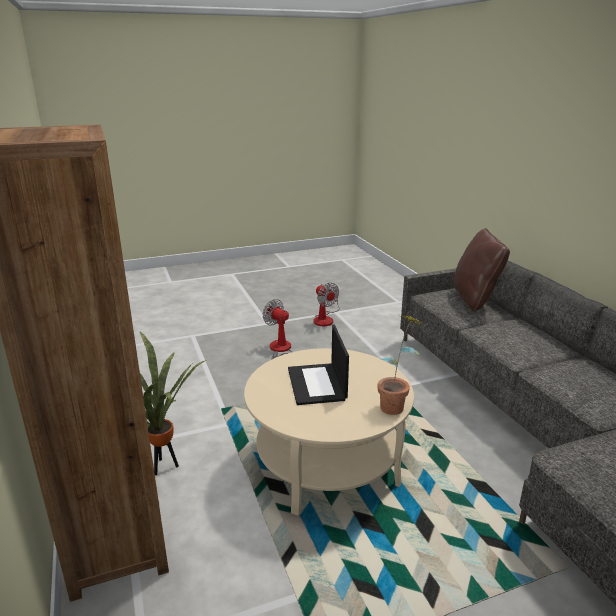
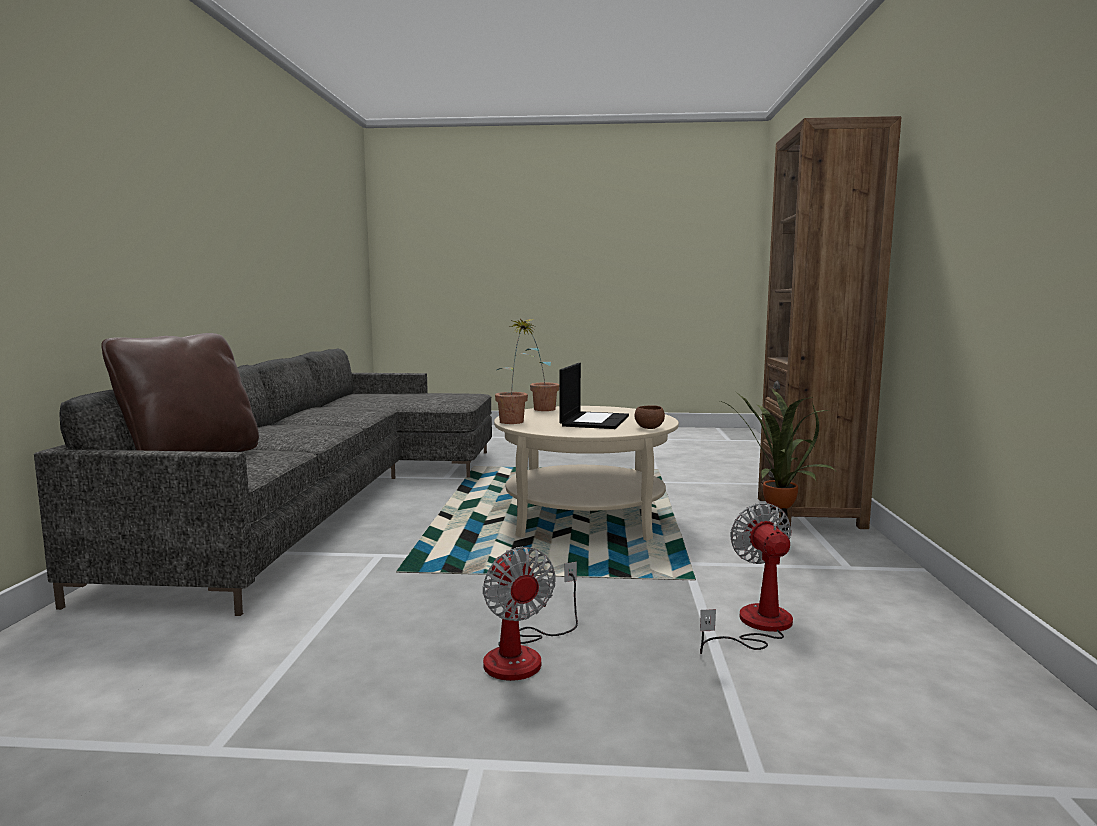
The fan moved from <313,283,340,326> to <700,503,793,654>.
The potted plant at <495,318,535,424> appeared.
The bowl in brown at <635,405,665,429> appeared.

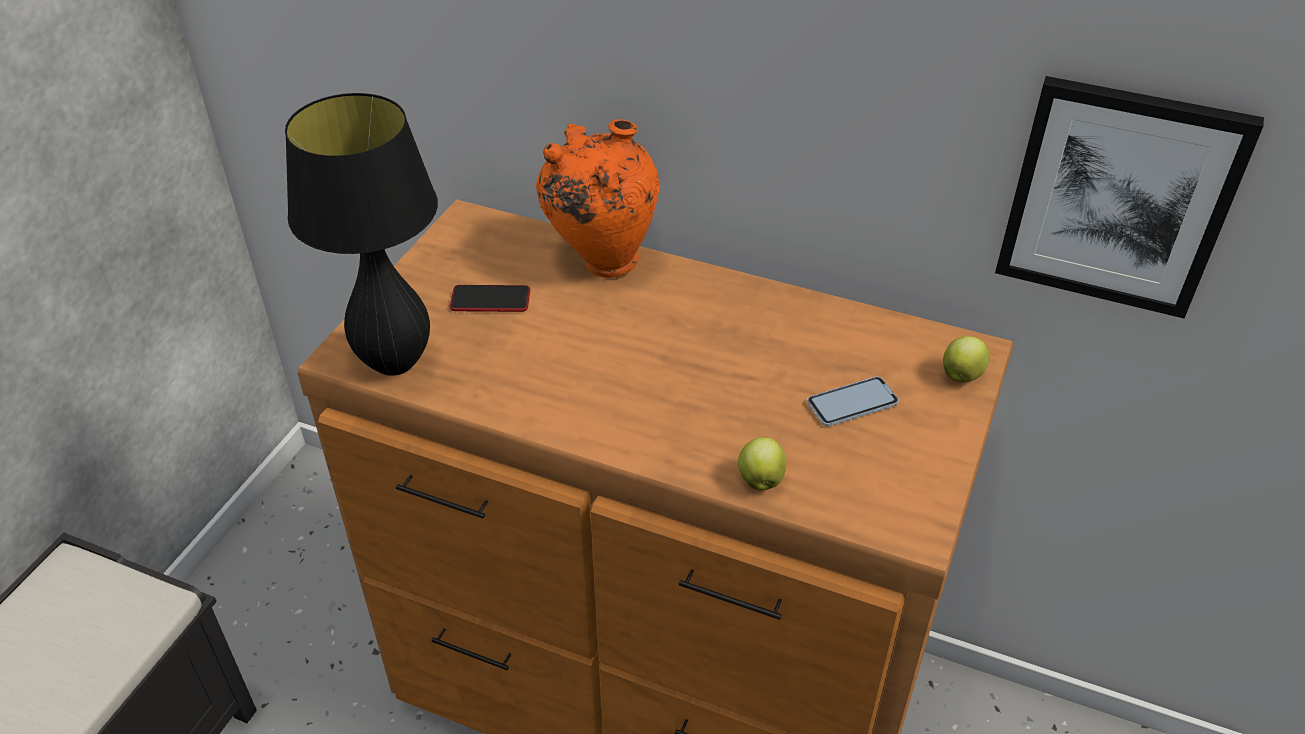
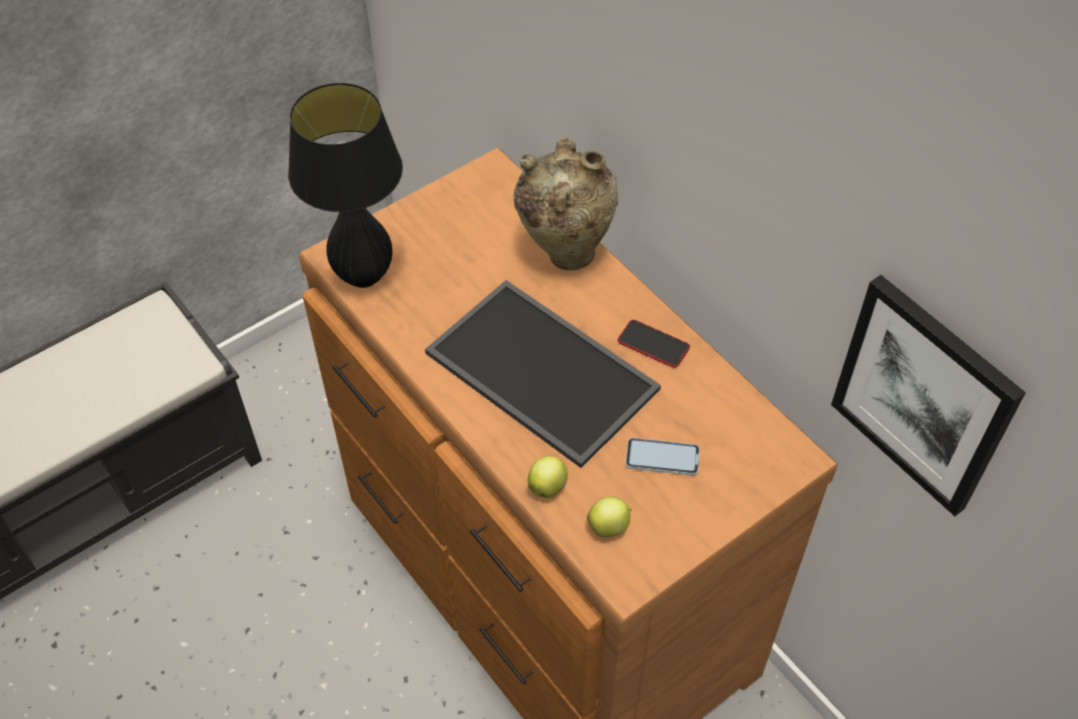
The vase in orange at <536,119,660,278> became the vase in beige at <514,138,618,271>.
The phone moved from <450,285,530,312> to <618,320,690,368>.
The apple moved from <943,336,989,382> to <587,496,632,537>.
The tray at <425,280,661,468> appeared.

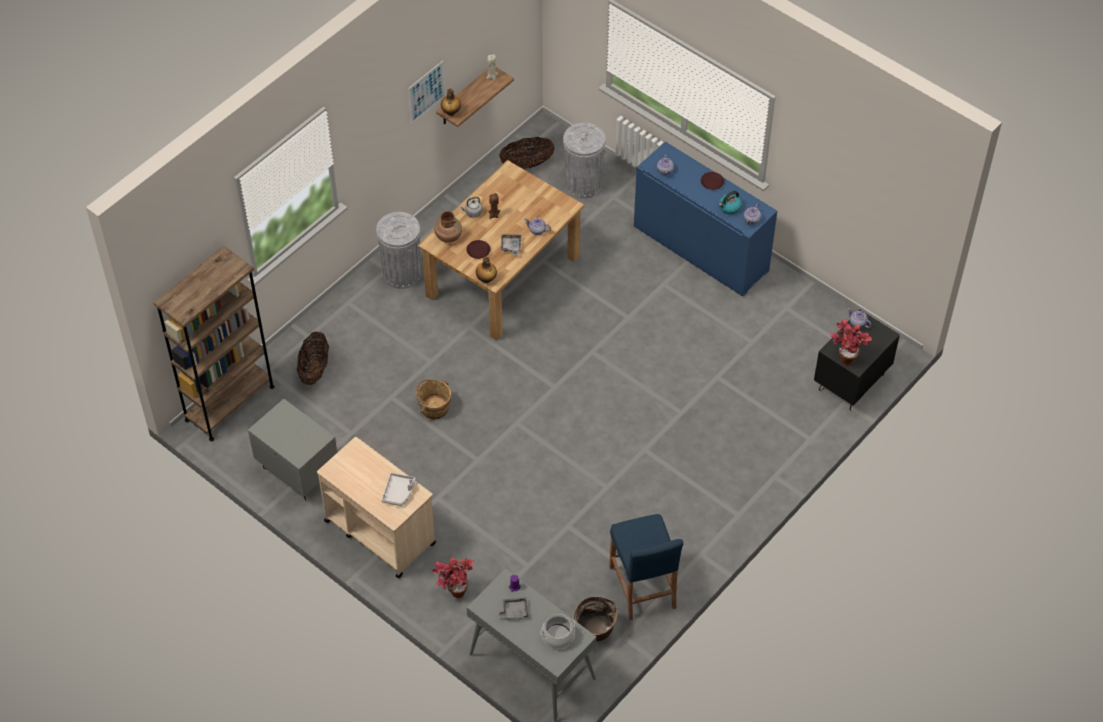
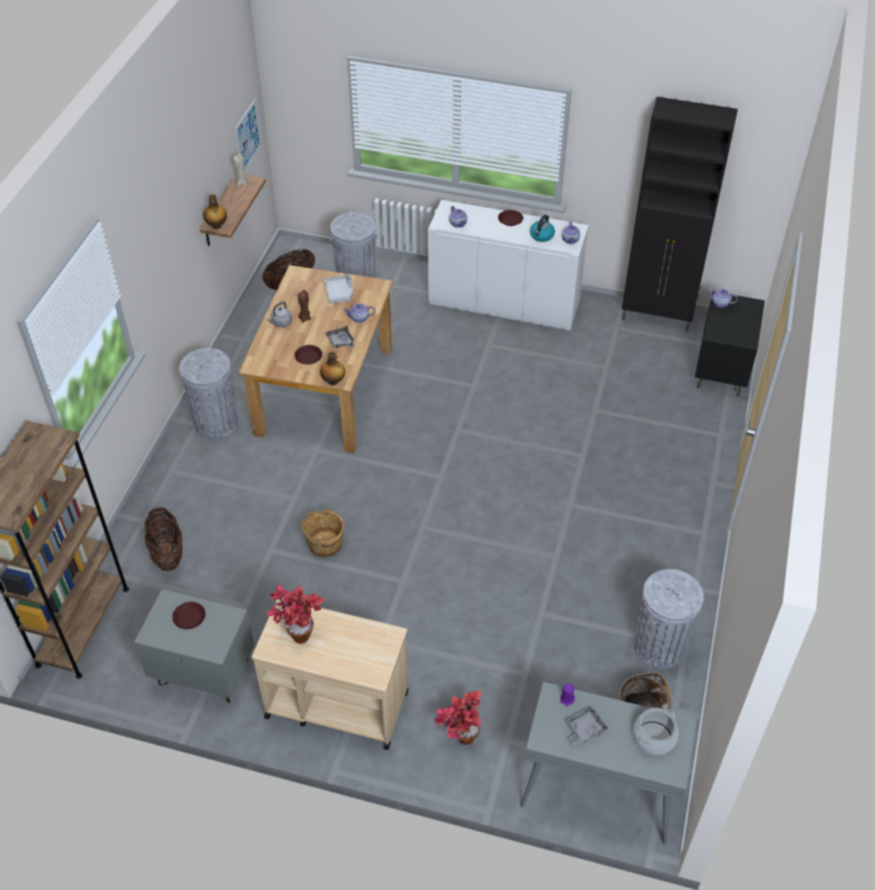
The picture moved from <408,61,446,124> to <235,99,262,171>.
The cabinet in blue at <634,141,777,296> became the cabinet in white at <428,200,589,331>.
The vase in brown at <434,211,462,243> disappeared.
The potted plant moved from <830,319,872,366> to <267,584,324,644>.
The tray in grey moved from <382,473,415,506> to <324,274,353,303>.
The stool in blue at <609,514,683,620> was replaced by the trash can in grey at <634,569,704,669>.
The cabinet in black at <622,97,738,332> appeared.
The plate in brown at <172,602,205,629> appeared.

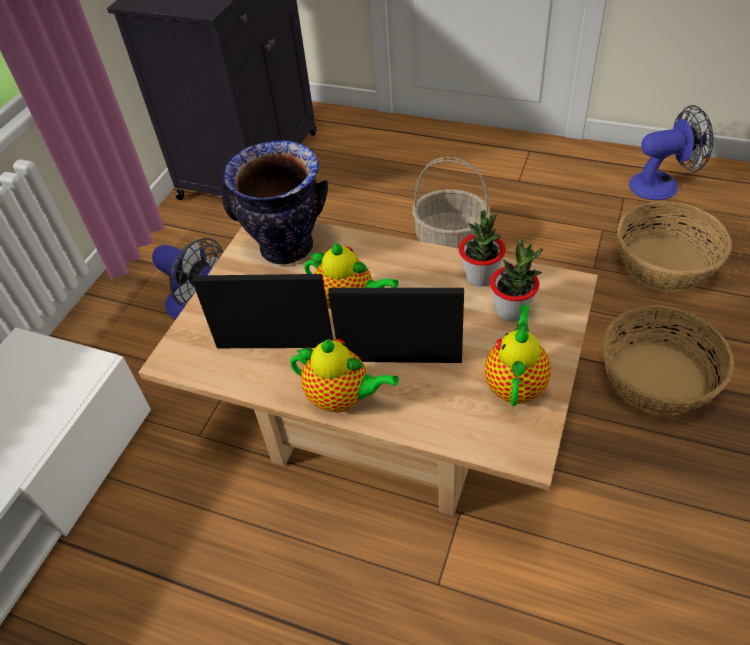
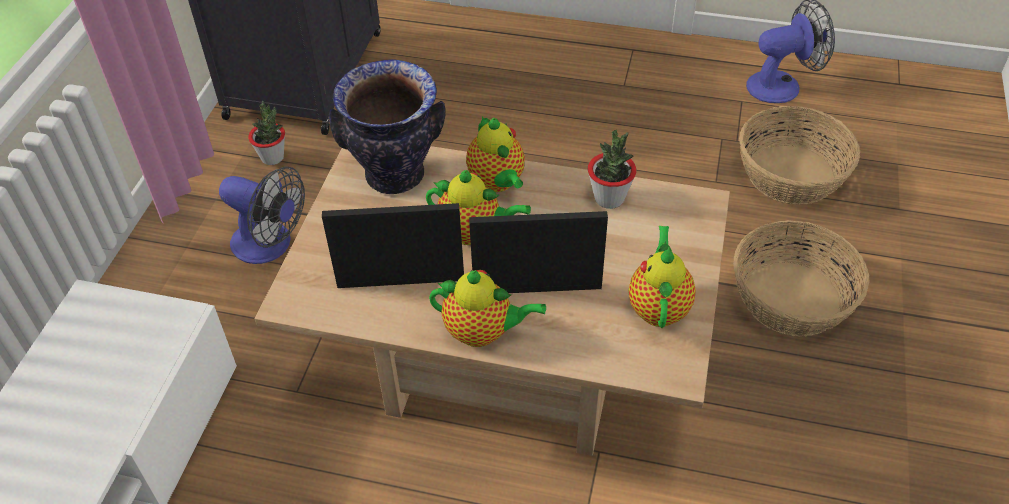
The basket at <412,157,490,249> disappeared.
The potted plant moved from <490,238,543,321> to <248,101,285,165>.
The teapot at <466,116,525,192> appeared.

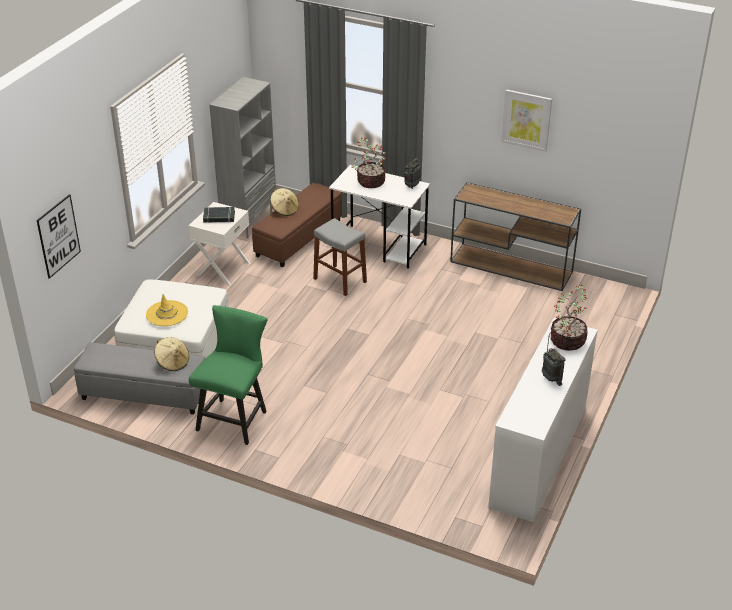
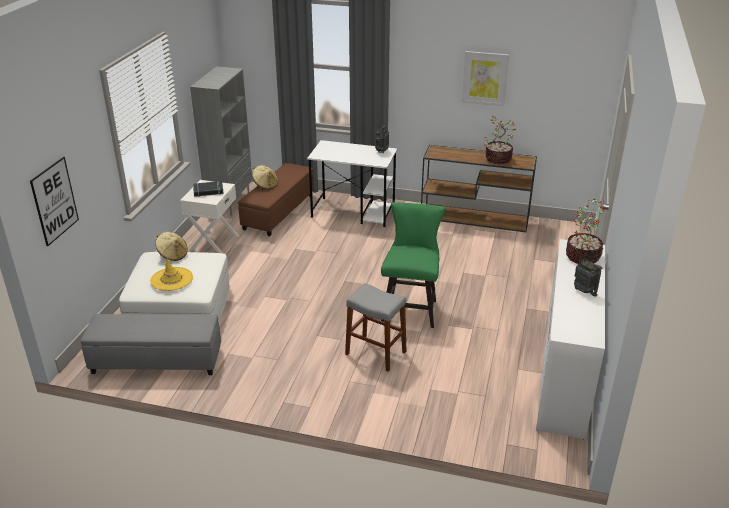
The potted plant moved from <352,137,387,188> to <484,116,516,164>.
The stool in grey moved from <313,218,367,296> to <345,283,406,372>.
The chair in green moved from <189,305,268,445> to <381,202,446,328>.
The hat in beige moved from <154,337,189,371> to <155,232,188,261>.

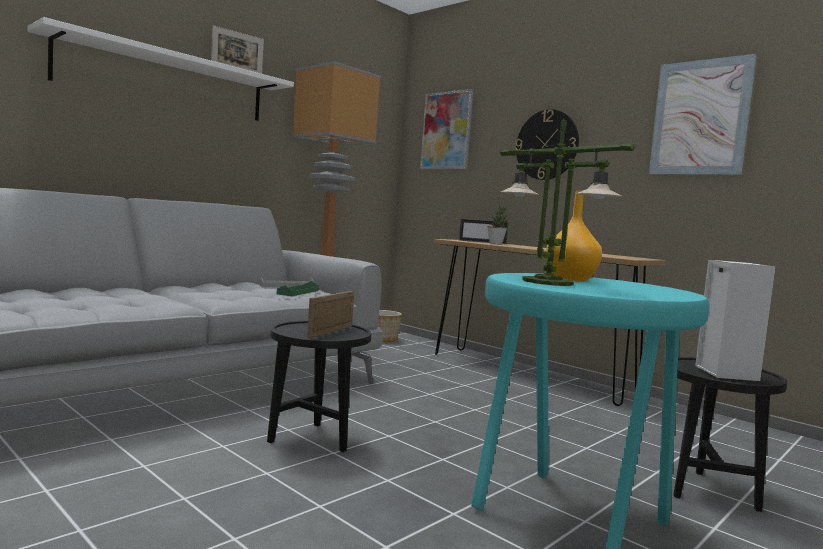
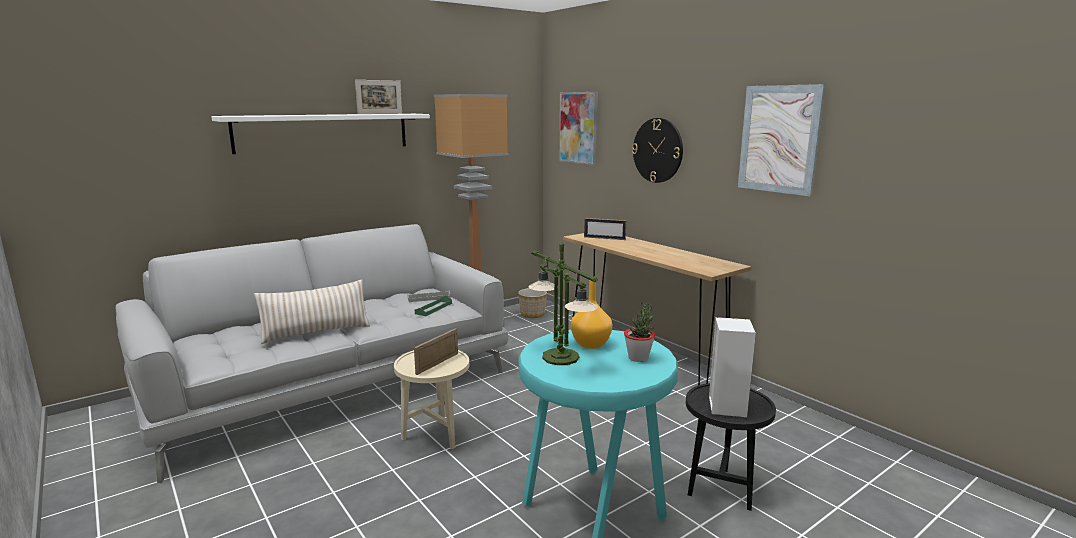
The potted plant moved from <487,206,507,245> to <624,302,655,362>.
The side table in black at <267,321,371,452> became the side table in beige at <394,350,469,449>.
The pillow in beige at <254,279,370,344> appeared.

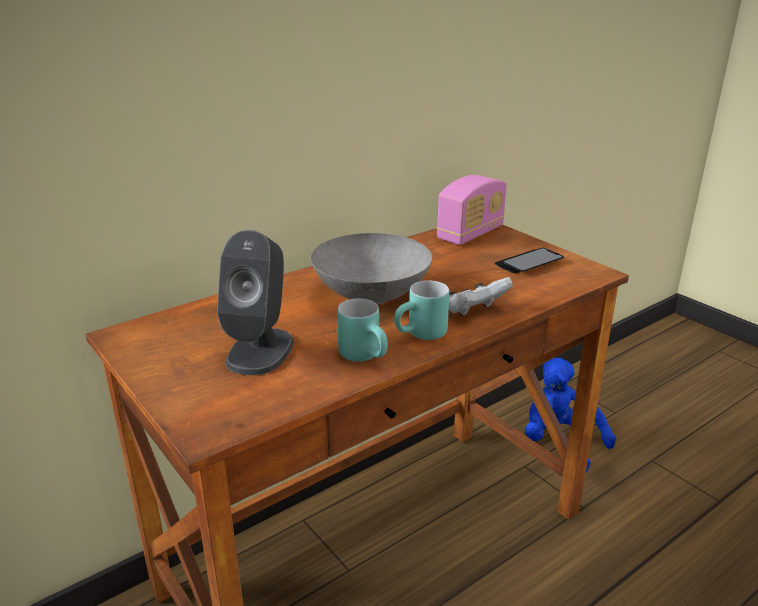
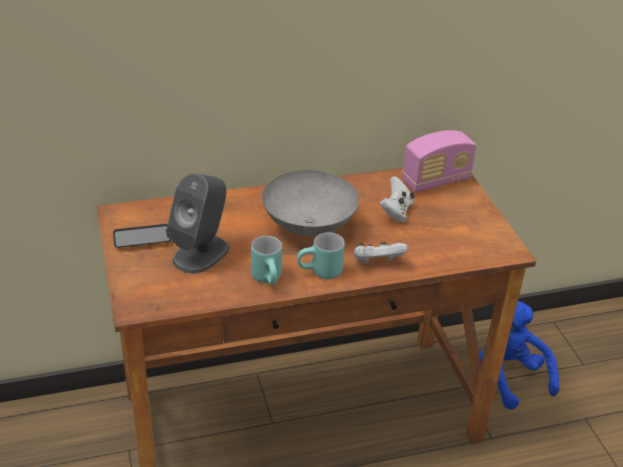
The phone moved from <495,248,564,273> to <113,224,171,248>.
The game controller in white at <379,176,415,222> appeared.

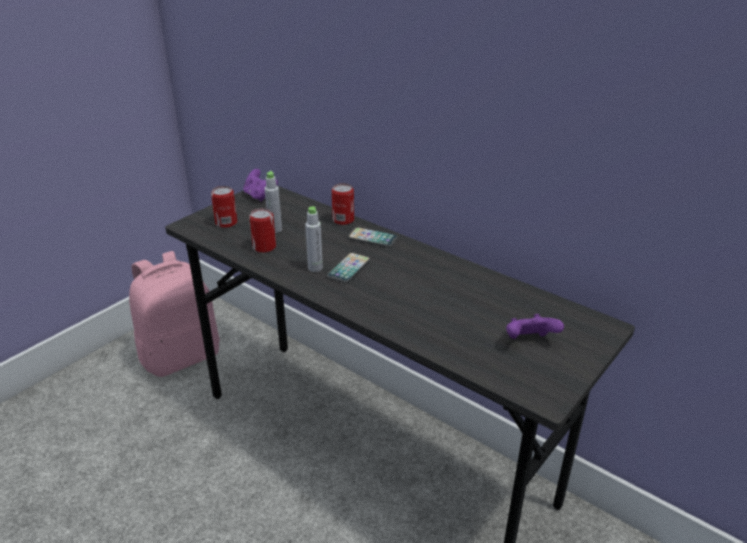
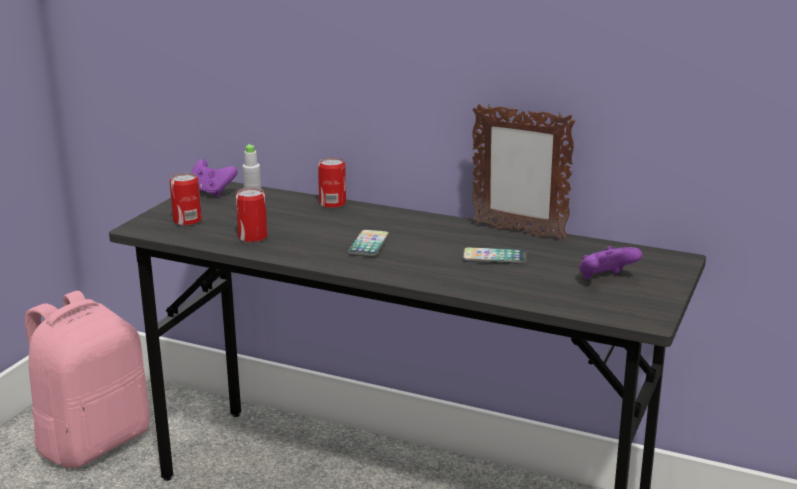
The bottle in grey at <305,206,323,272> disappeared.
The phone moved from <348,227,398,247> to <462,247,527,264>.
The picture frame at <472,104,576,241> appeared.

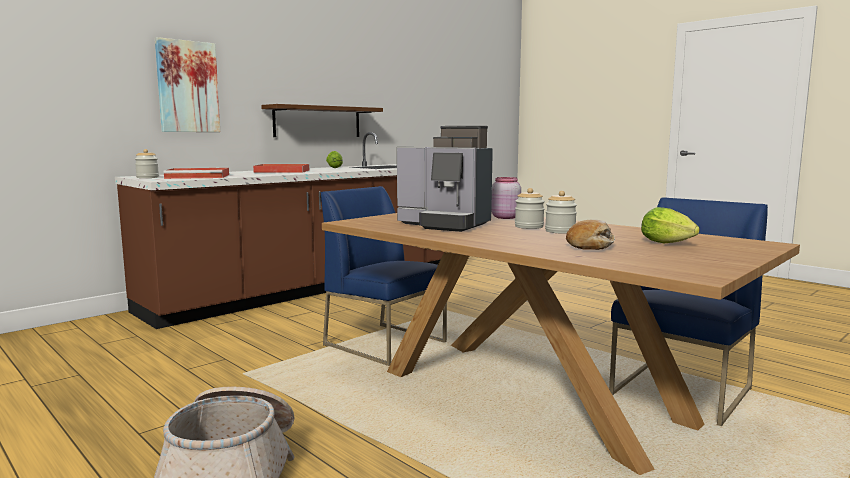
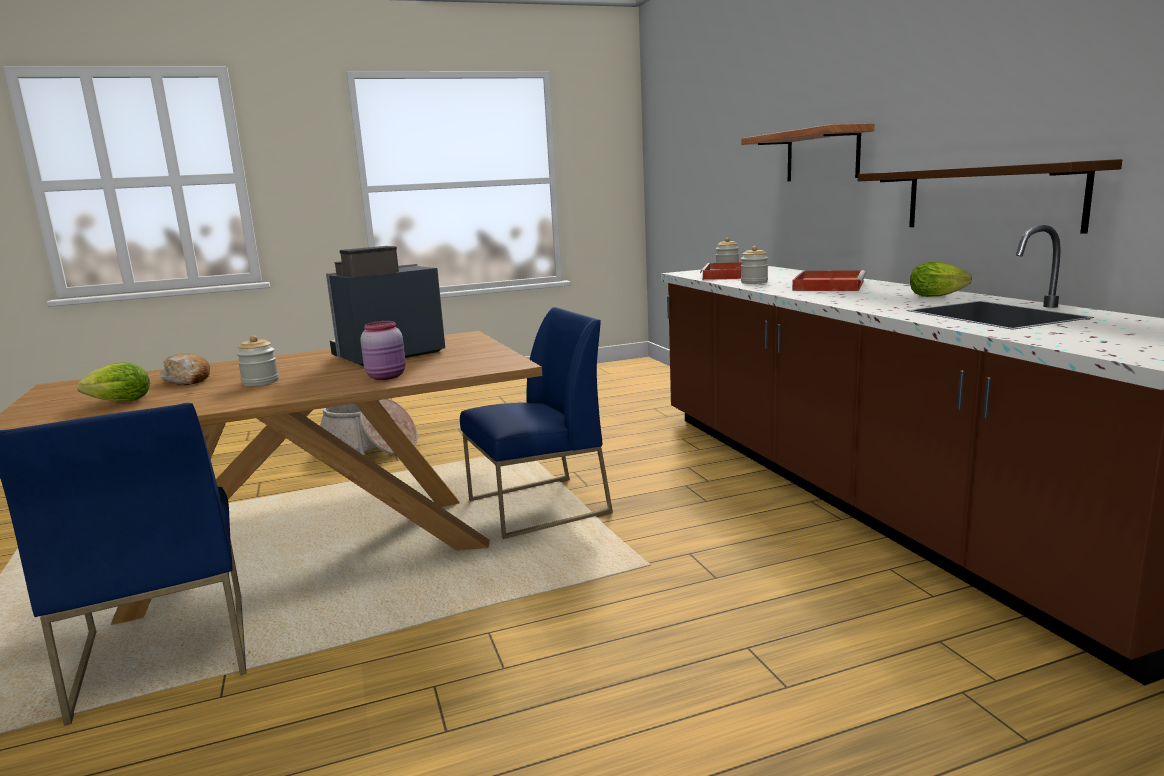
The picture at <155,37,220,132> was replaced by the shelf at <741,123,874,181>.
The jar moved from <515,188,545,229> to <741,246,768,284>.

